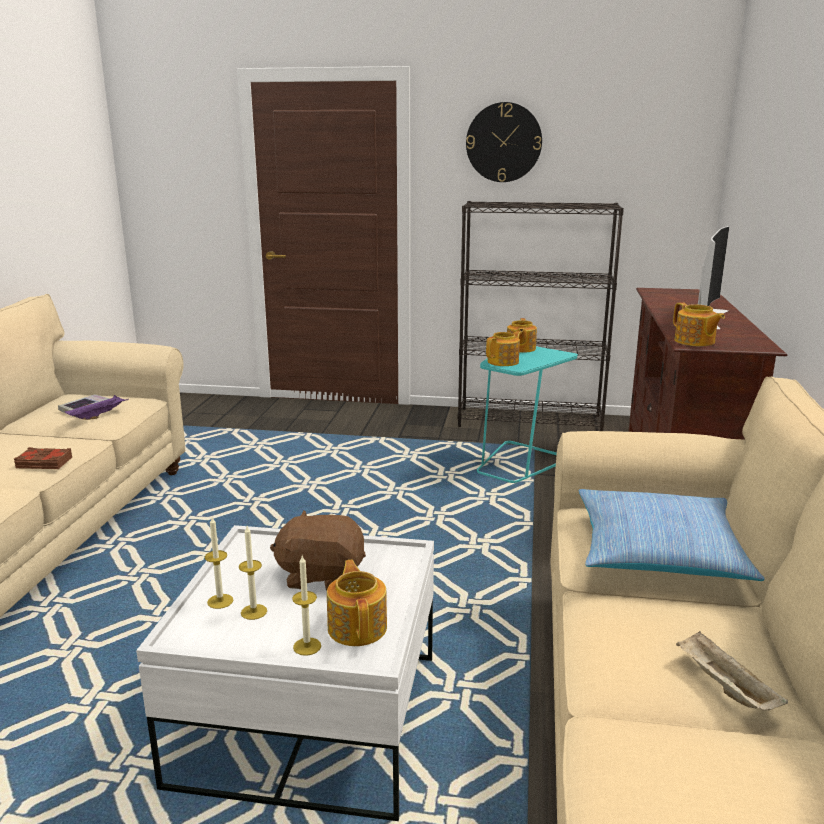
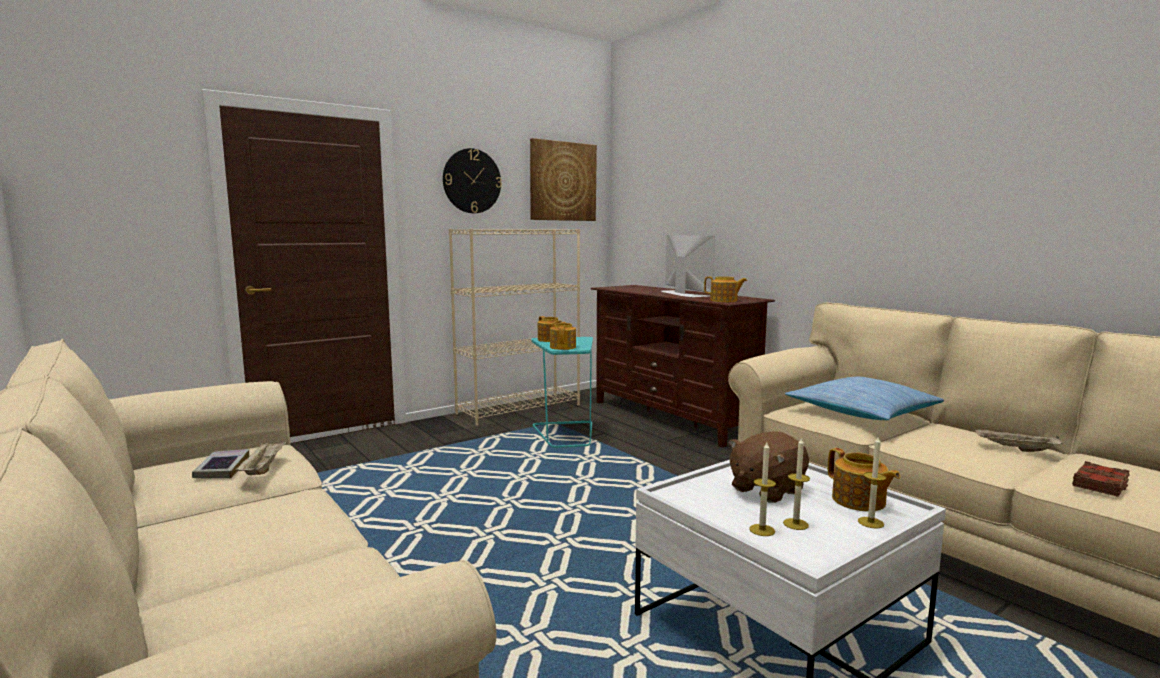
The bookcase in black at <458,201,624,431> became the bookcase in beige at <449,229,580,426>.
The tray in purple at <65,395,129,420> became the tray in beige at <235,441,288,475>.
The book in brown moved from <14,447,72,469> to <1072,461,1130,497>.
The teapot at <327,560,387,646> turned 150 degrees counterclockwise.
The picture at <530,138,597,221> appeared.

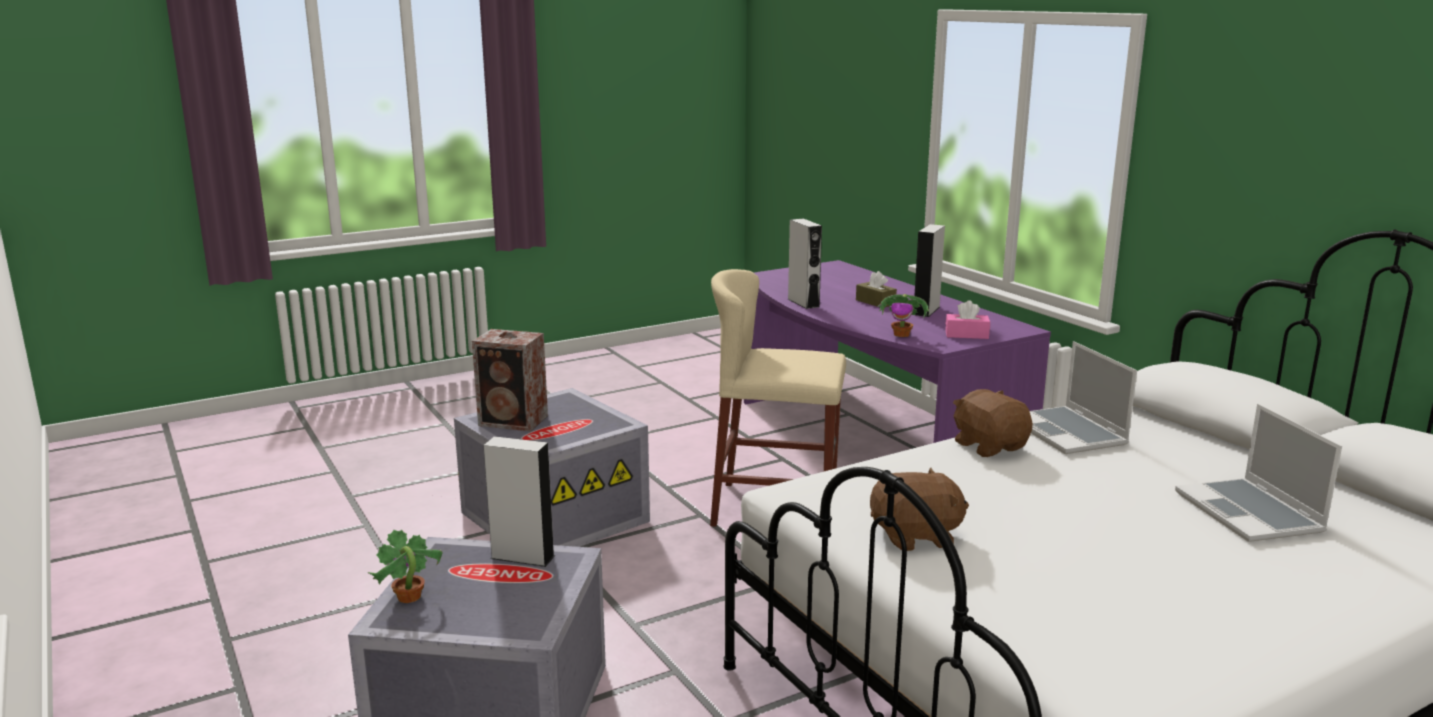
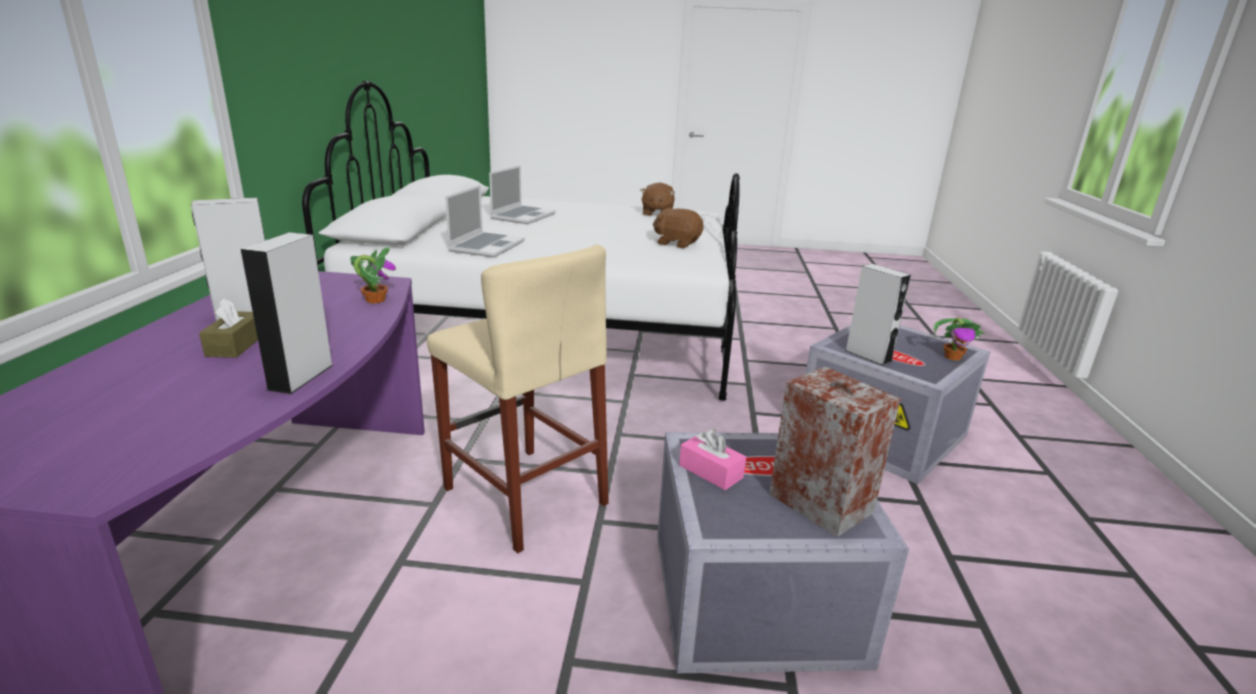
The tissue box in pink moved from <945,300,990,339> to <679,429,746,490>.
The plush toy in brown moved from <953,389,1033,457> to <640,182,675,216>.

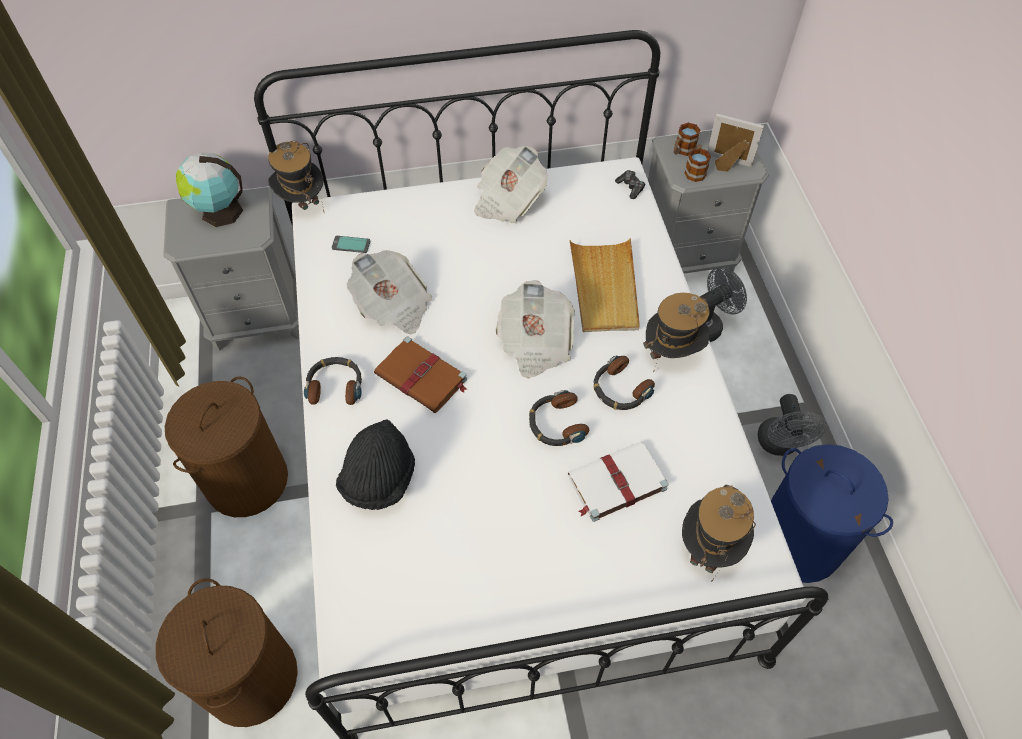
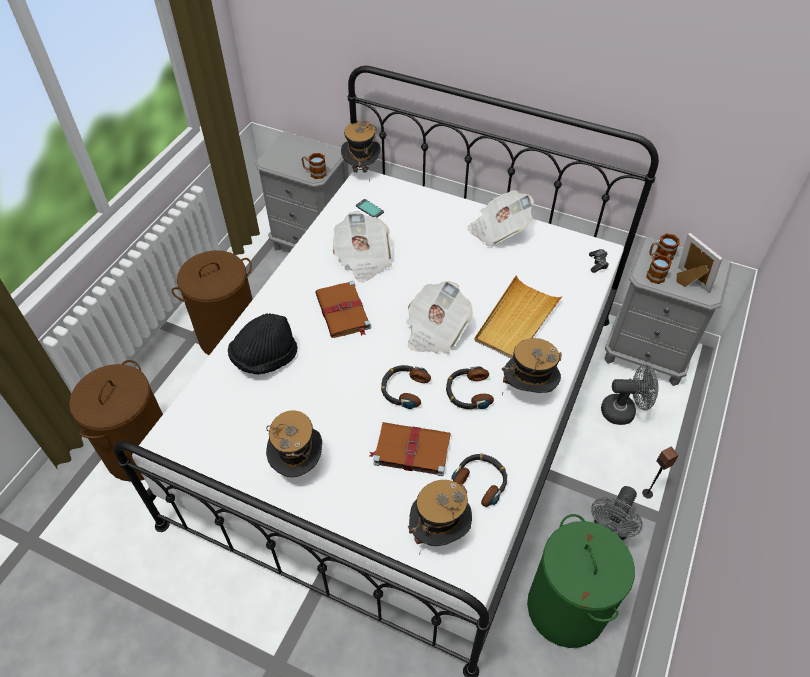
The globe at <176,152,243,227> disappeared.
The headphones moved from <304,357,362,405> to <452,453,507,507>.
The book in white at <568,441,669,522> became the book in brown at <369,422,451,476>.
The laundry basket in blue at <771,444,893,583> became the laundry basket in green at <527,514,635,648>.
The mug at <302,153,327,179> appeared.
The hat at <266,410,322,477> appeared.
The speaker at <642,446,679,499> appeared.

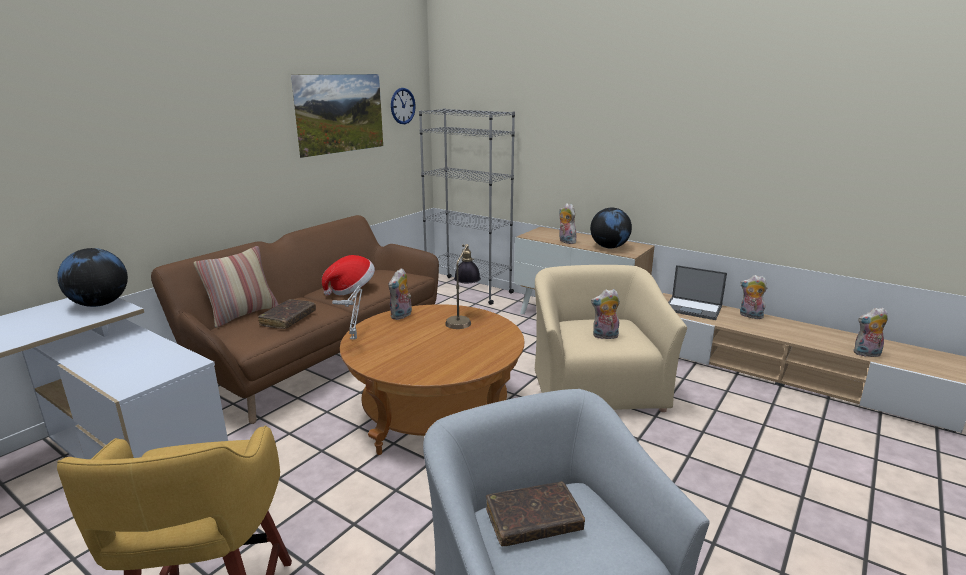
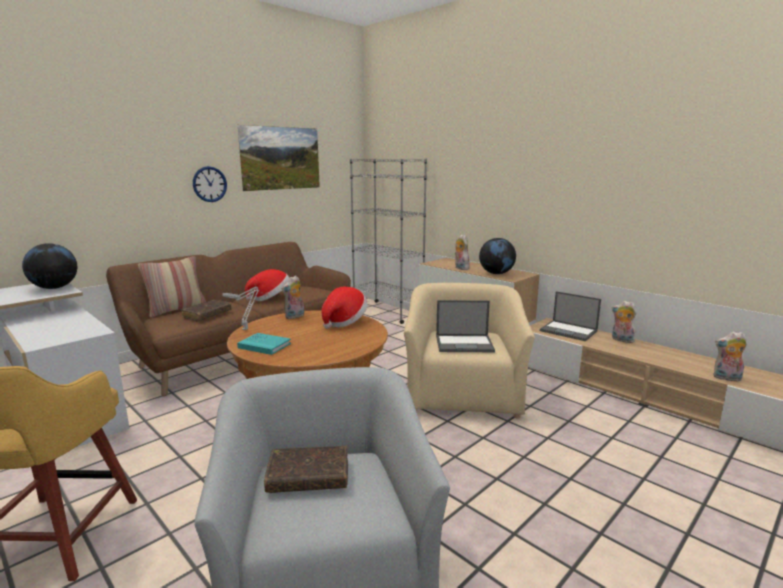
The wall clock moved from <391,88,416,124> to <193,166,227,202>.
The table lamp at <445,244,481,329> was replaced by the hat at <321,287,367,329>.
The plush toy at <591,289,620,339> was replaced by the laptop at <436,300,495,352>.
The book in turquoise at <237,333,291,355> appeared.

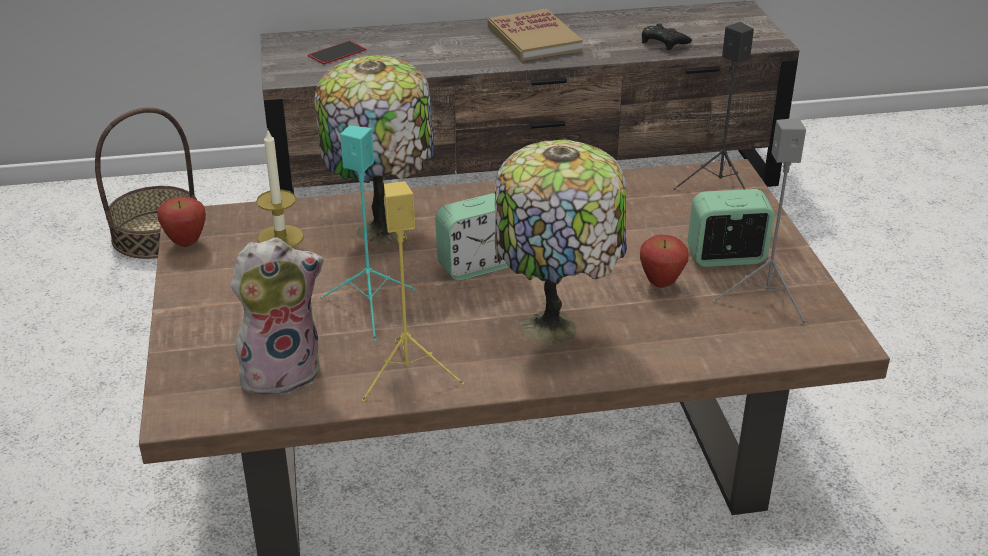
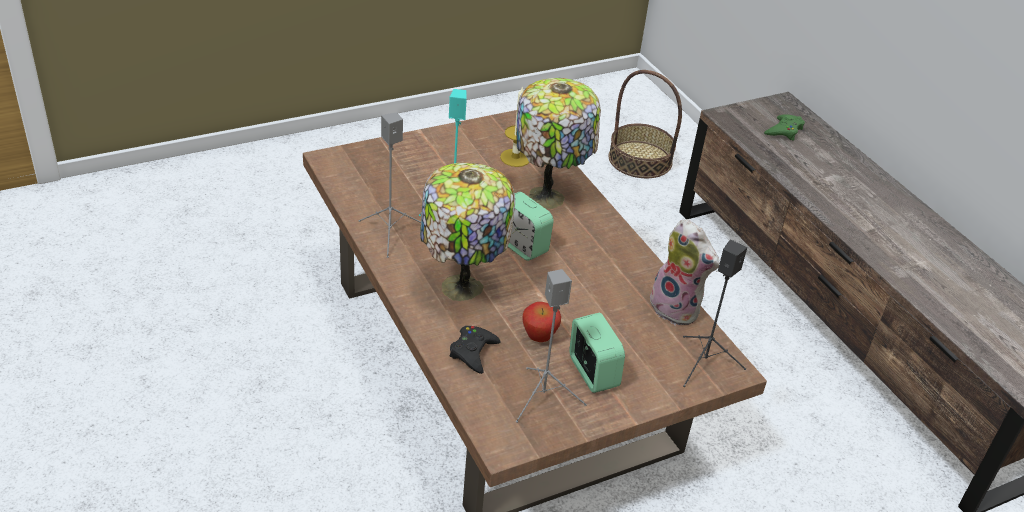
The book at <488,9,583,61> disappeared.
The game controller in black moved from <642,23,692,50> to <449,326,501,374>.
The phone at <308,41,366,64> was replaced by the game controller in green at <764,114,805,141>.
The speaker in yellow at <362,181,464,402> became the speaker in grey at <359,112,421,258>.
The apple at <157,196,206,247> disappeared.
The plush toy moved from <231,237,324,395> to <650,219,720,325>.

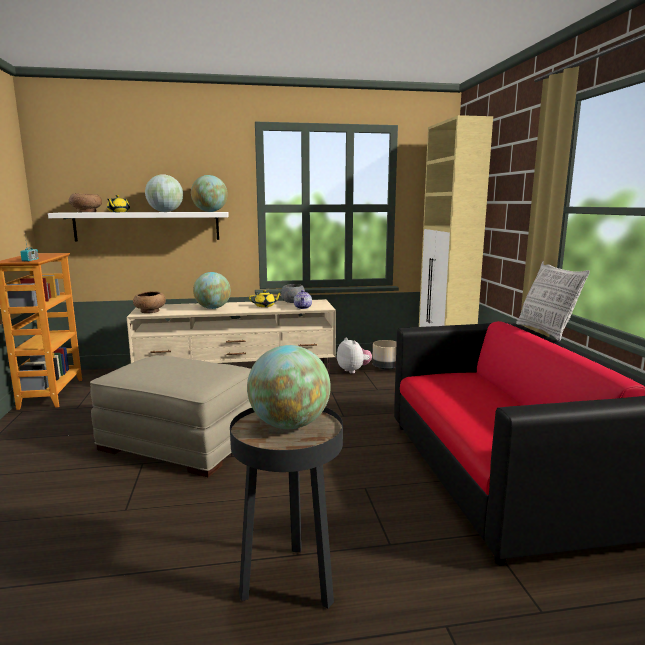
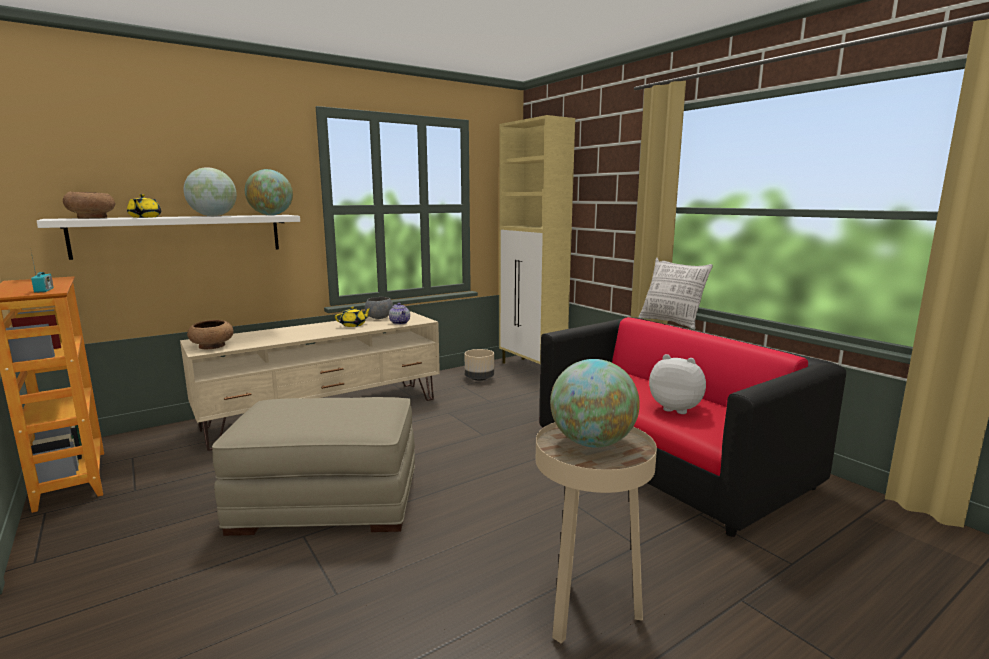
The globe at <193,272,231,309> disappeared.
The plush toy moved from <337,338,372,374> to <649,354,706,414>.
The side table in black at <230,407,343,609> became the side table in beige at <536,422,657,643>.

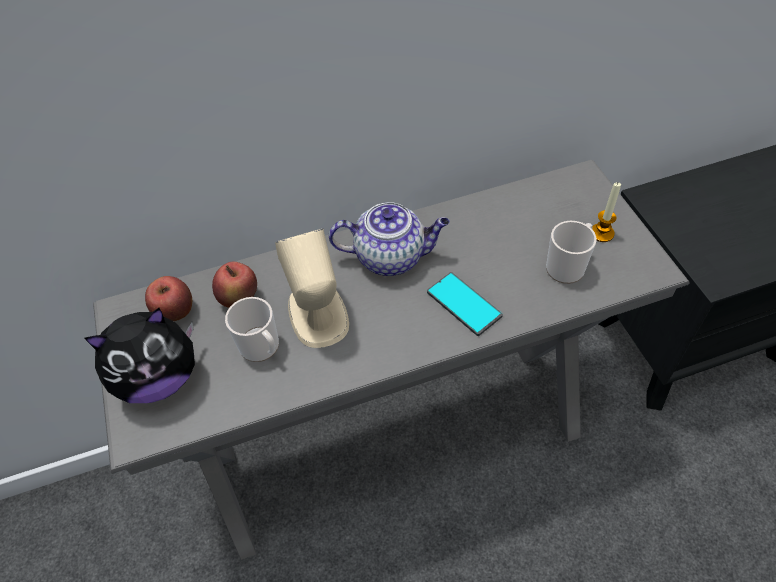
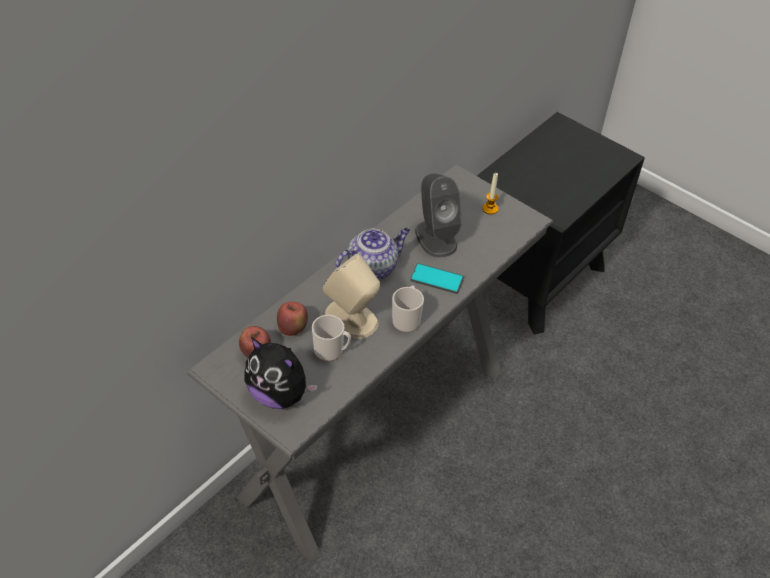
The mug moved from <546,221,597,284> to <392,285,424,333>.
The plush toy at <84,308,195,403> turned 90 degrees clockwise.
The speaker in grey at <415,173,462,258> appeared.

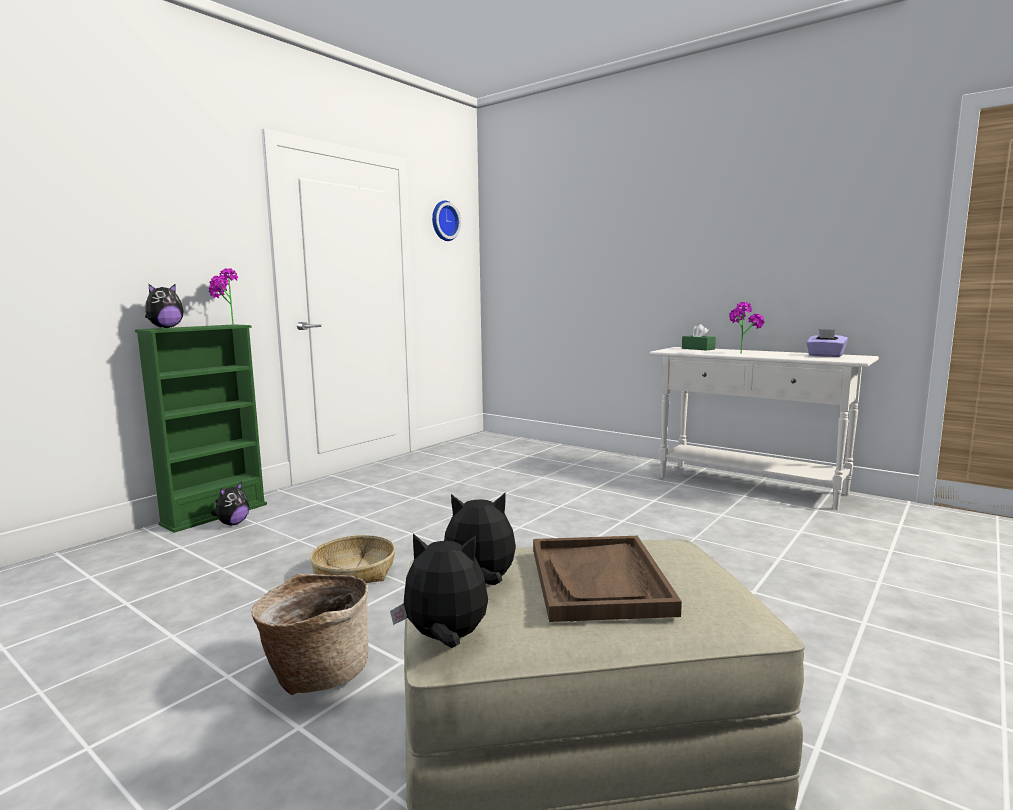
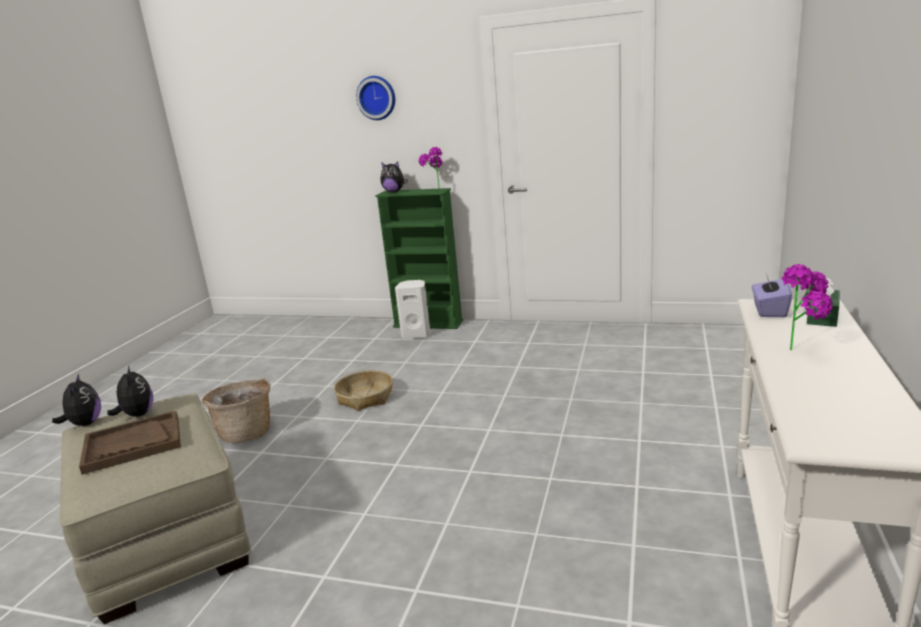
The wall clock moved from <432,201,461,241> to <356,76,395,120>.
The tissue box in purple moved from <806,329,848,357> to <752,273,792,317>.
The plush toy at <211,482,249,525> was replaced by the speaker in white at <395,280,430,339>.

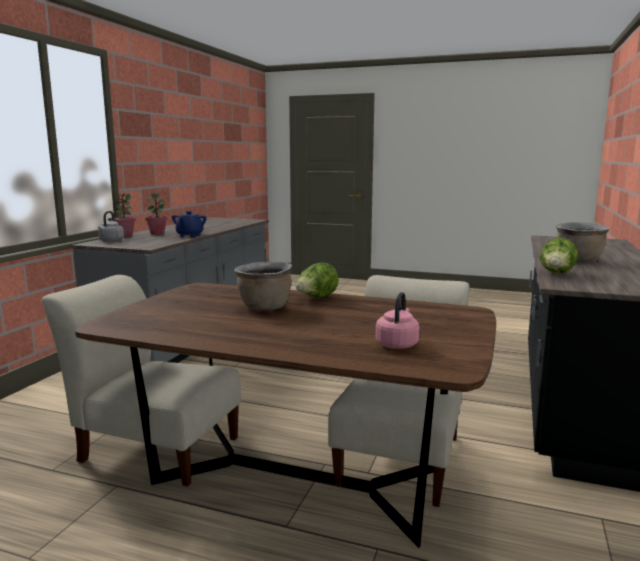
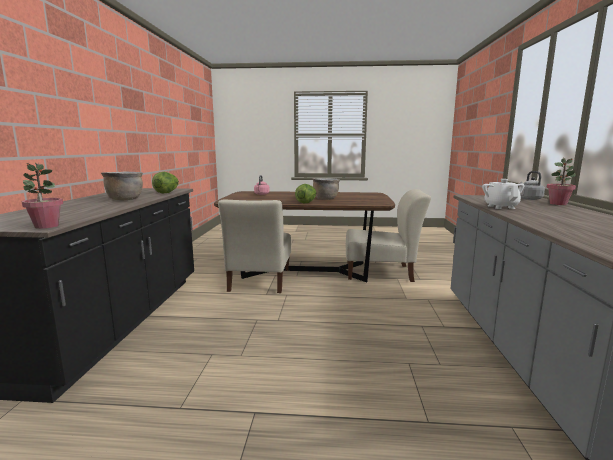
The potted plant moved from <145,193,168,235> to <22,163,63,229>.
The teapot in blue at <172,211,207,237> became the teapot in white at <482,179,524,209>.

